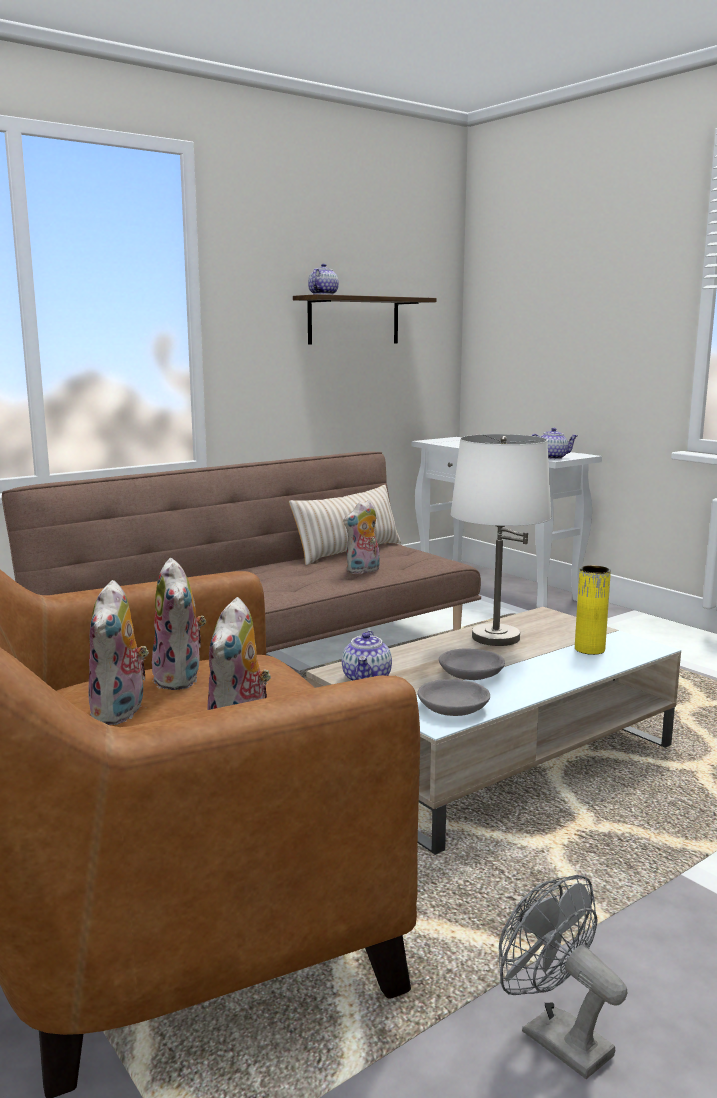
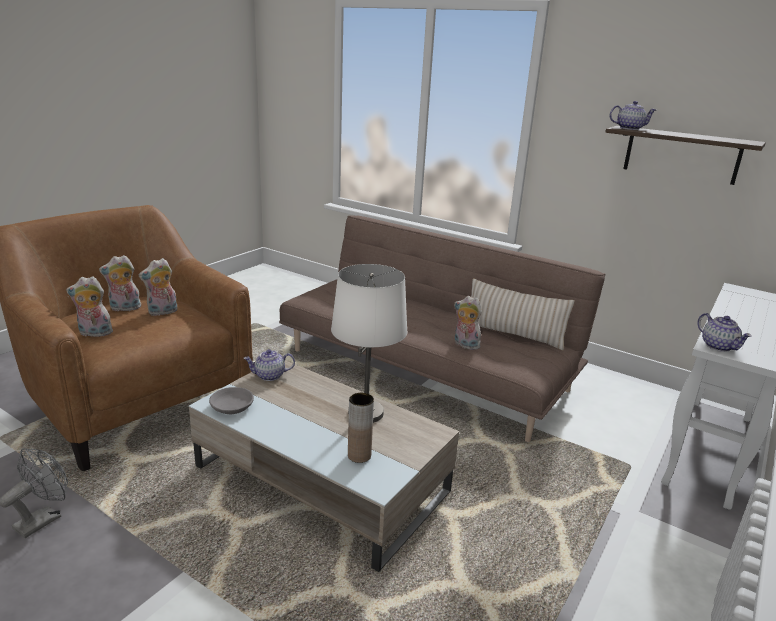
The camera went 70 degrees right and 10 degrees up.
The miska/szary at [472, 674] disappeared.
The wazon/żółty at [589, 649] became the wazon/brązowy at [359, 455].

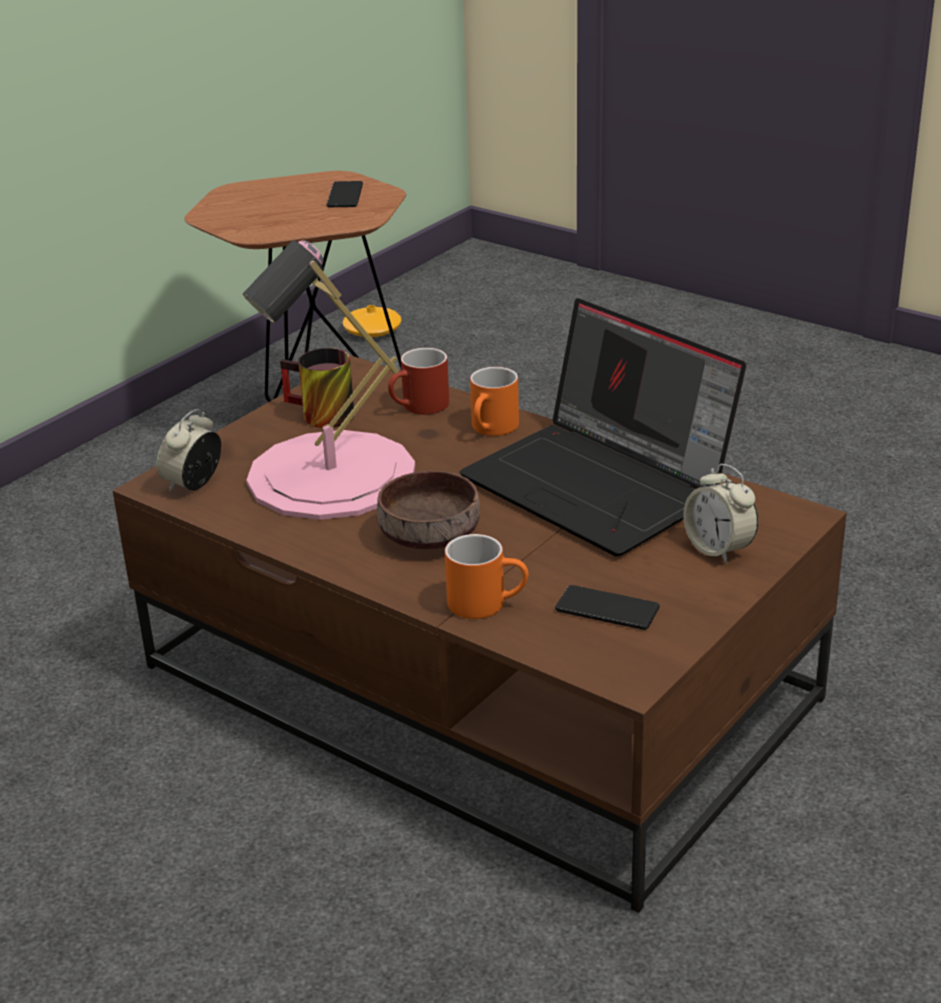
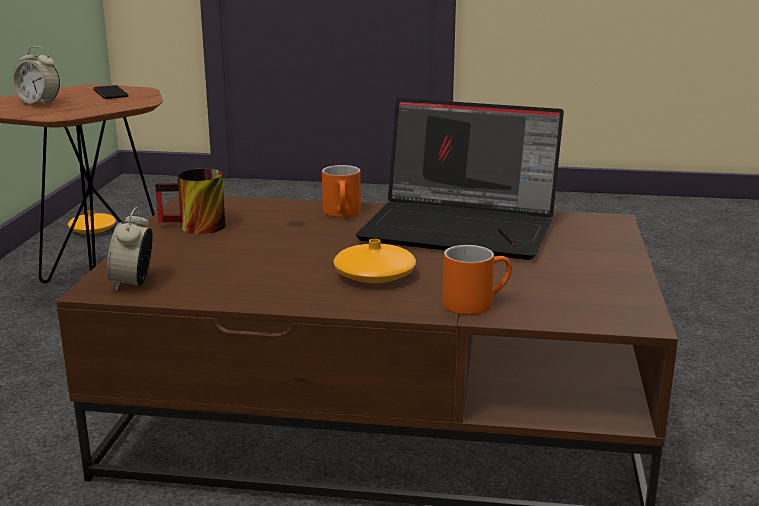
The camera went 30 degrees left and 10 degrees down.
The lampa stołowa/różowy at [331, 475] disappeared.
The miska/brązowy at [428, 534] was replaced by the wazon/pomarańczowy at [374, 275].
The kubek/czerwony at [419, 408] disappeared.
The telefon at [607, 609] disappeared.
The budzik moved from [718, 549] to [39, 103].

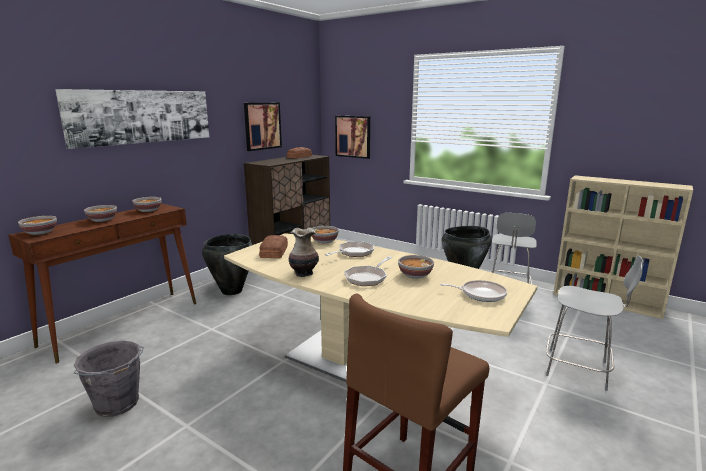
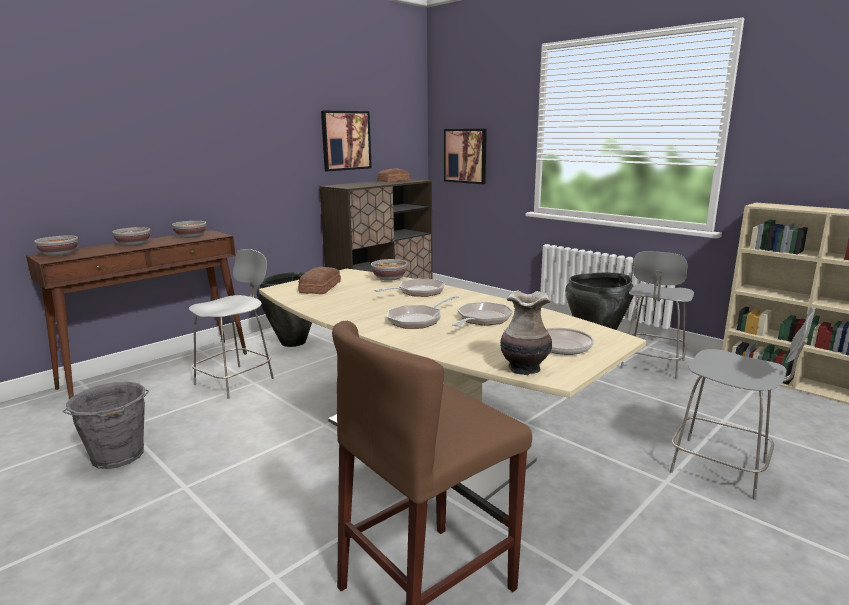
The camera went 10 degrees right and 0 degrees up.
The obraz at [142, 116] disappeared.
The wazon moved from [303, 273] to [523, 368].
The miska at [415, 275] was replaced by the patelnia at [482, 320].
The krzesło/szary at [236, 380] appeared.

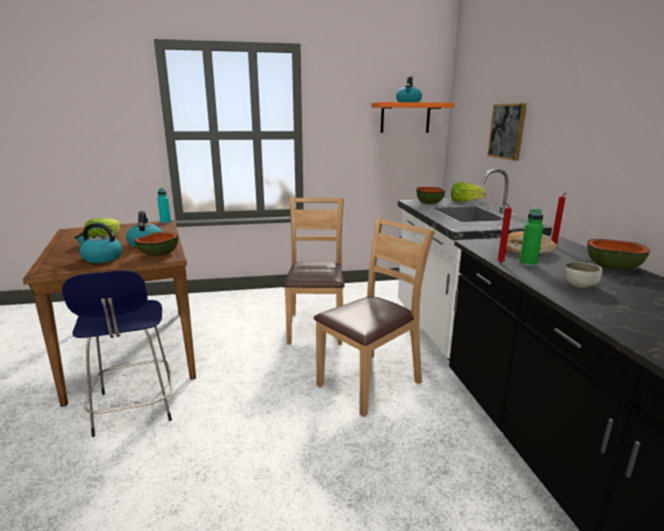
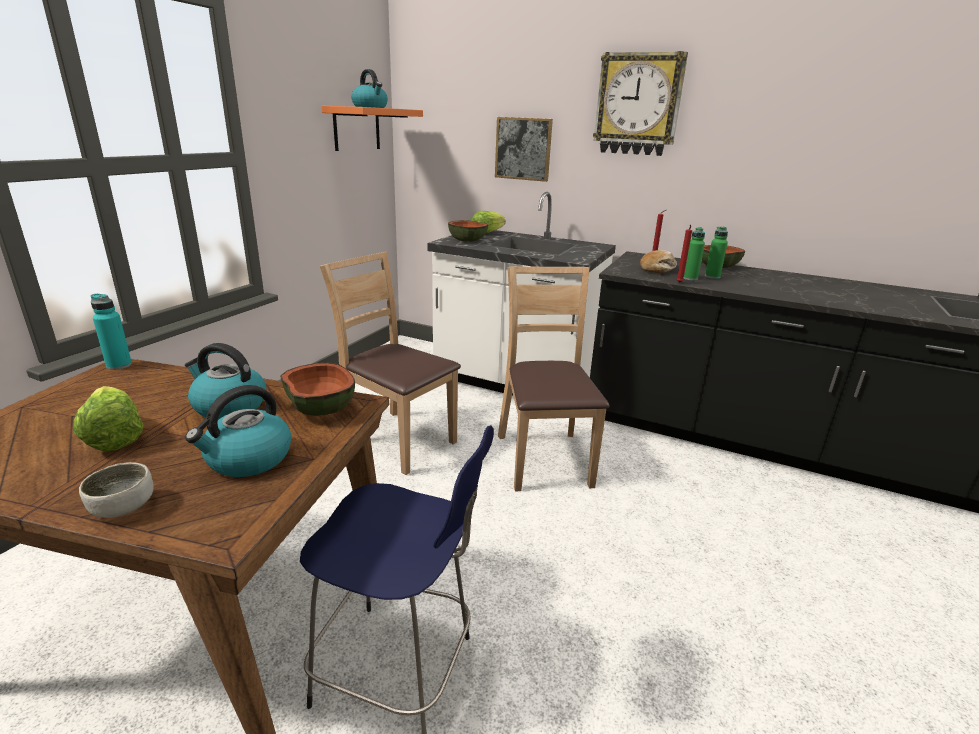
The camera went 55 degrees left and 5 degrees up.
The miska moved from [579, 285] to [123, 507].
The zegar ścienny at [638, 105] appeared.
The butelka/zielony at [712, 276] appeared.

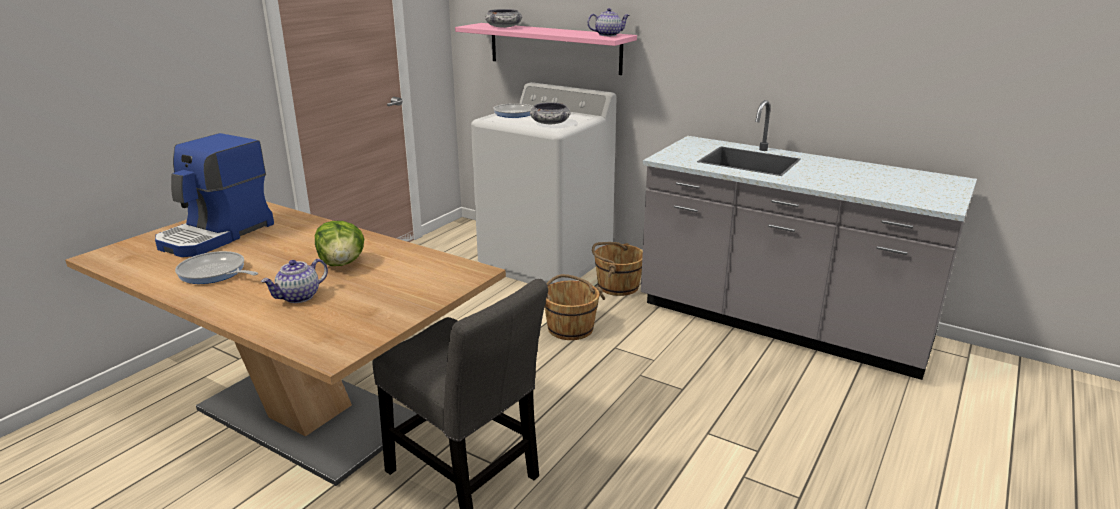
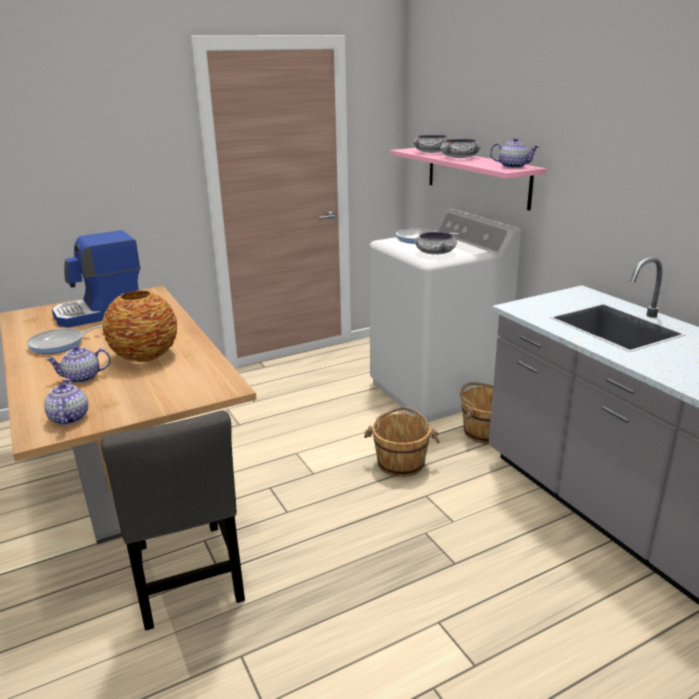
The camera went 30 degrees right and 0 degrees up.
The patelnia at [214, 273] turned 90 degrees counterclockwise.
The sałata at [342, 263] was replaced by the wazon at [146, 356].
The imbryk at [68, 418] appeared.
The miska at [459, 157] appeared.

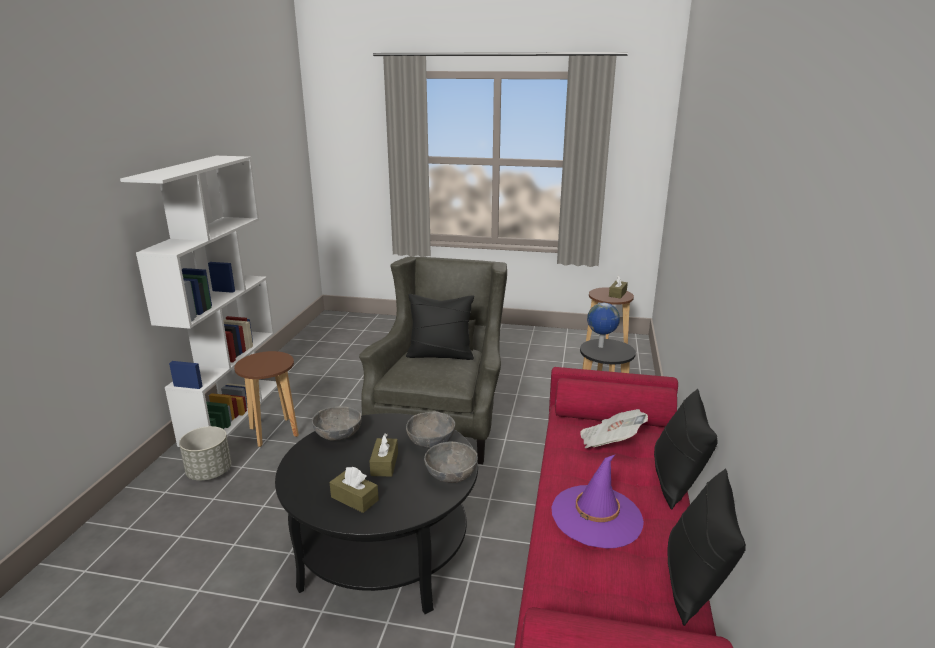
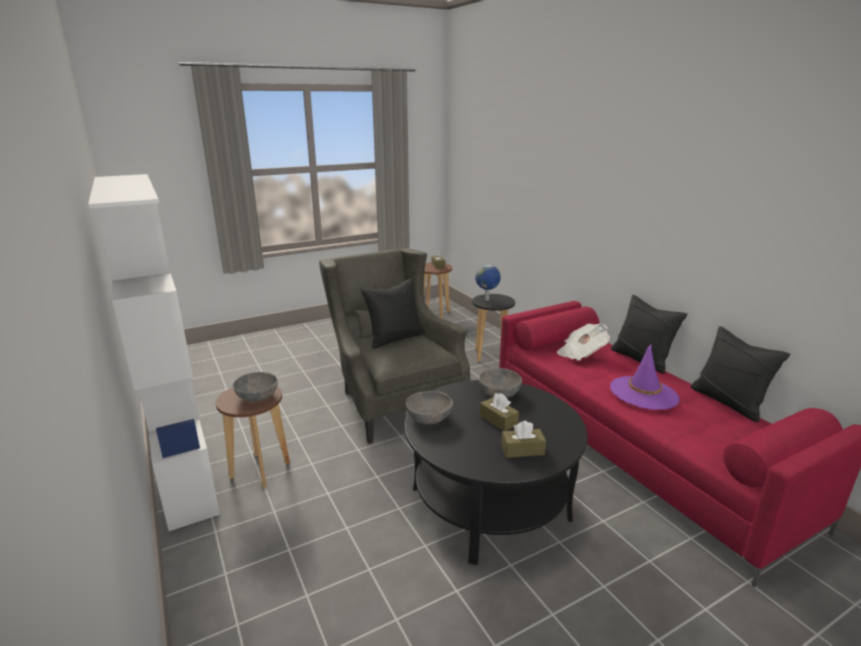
The camera went 40 degrees left and 0 degrees up.
The donica/szary at [209, 472] disappeared.
The miska/szary moved from [451, 475] to [257, 397].

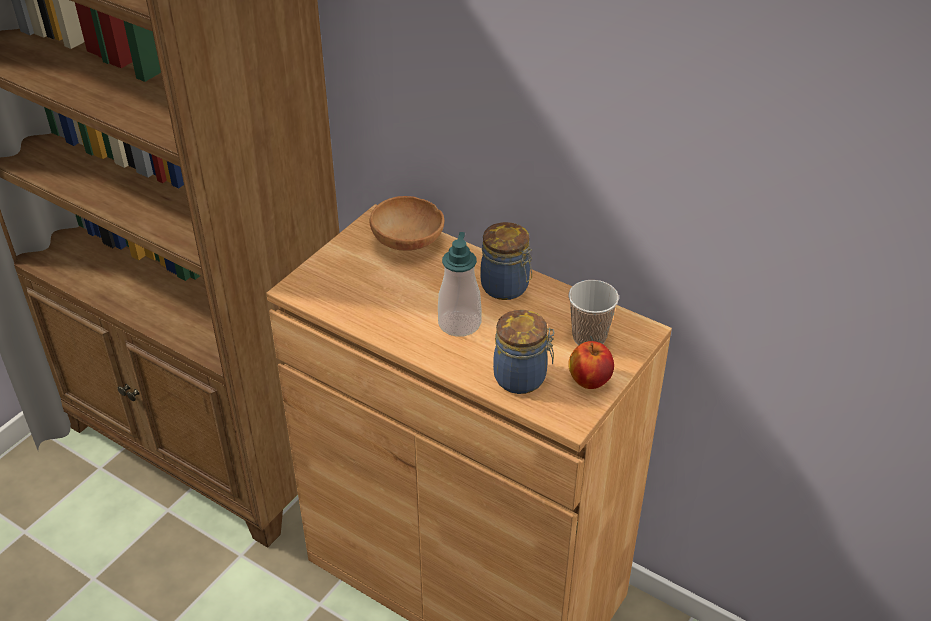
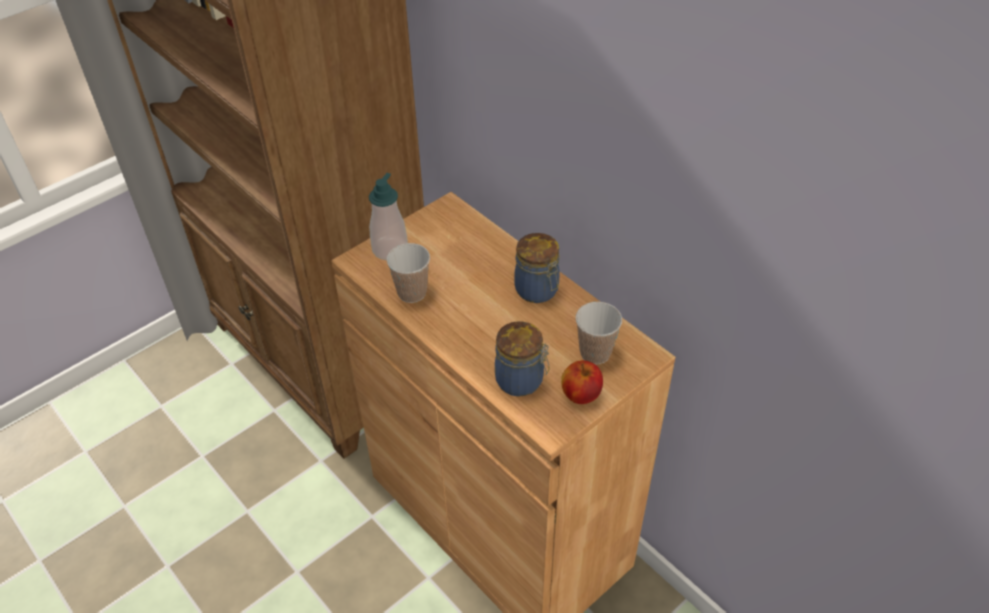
The camera went 15 degrees right and 5 degrees up.
The miska/brązowy at [409, 243] disappeared.
The dozownik mydła moved from [459, 323] to [390, 249].
The filiżanka at [412, 293] appeared.

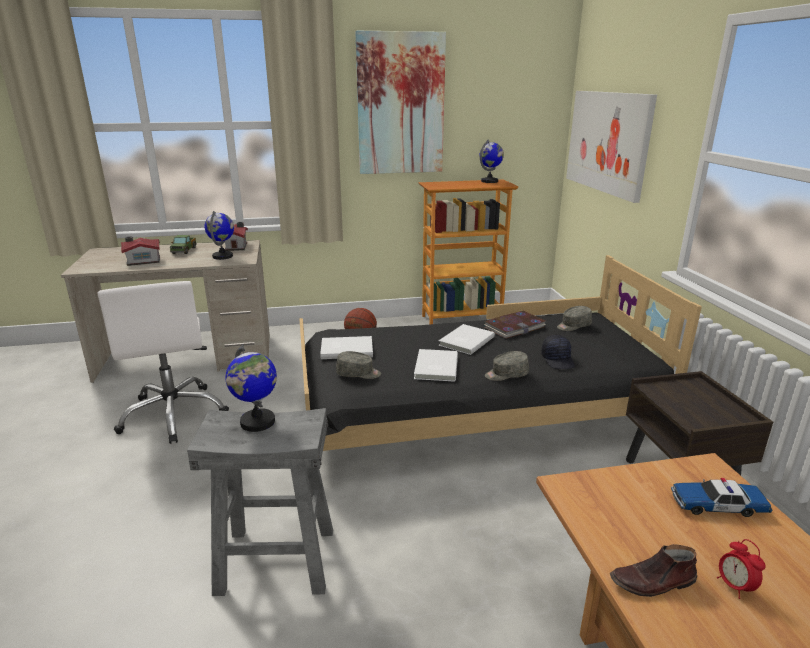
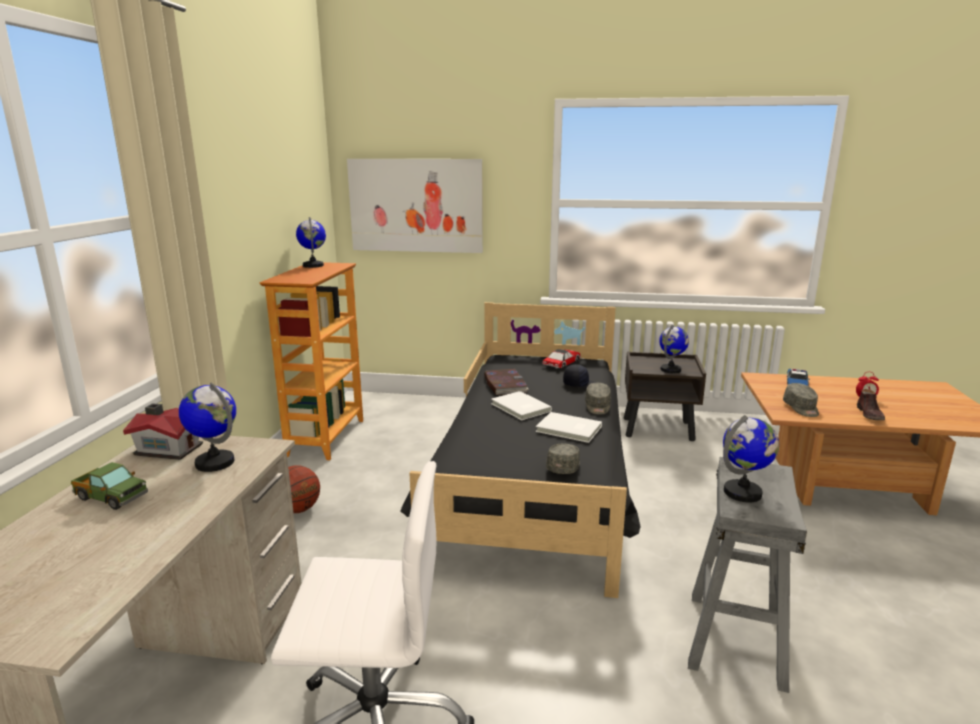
The camera went 70 degrees left and 5 degrees down.
The domek at [142, 261] disappeared.
The książka/biały at [346, 349] disappeared.
The obraz at [400, 105] disappeared.
The czapka z daszkiem/szary moved from [573, 326] to [801, 408].
The samochodzik at [562, 363] appeared.
The globus at [671, 370] appeared.

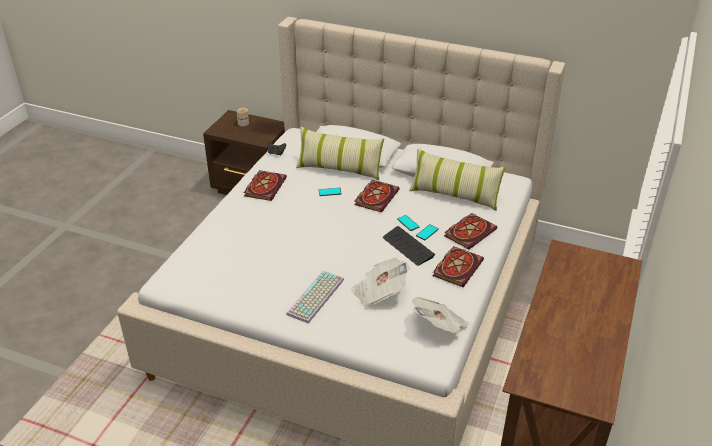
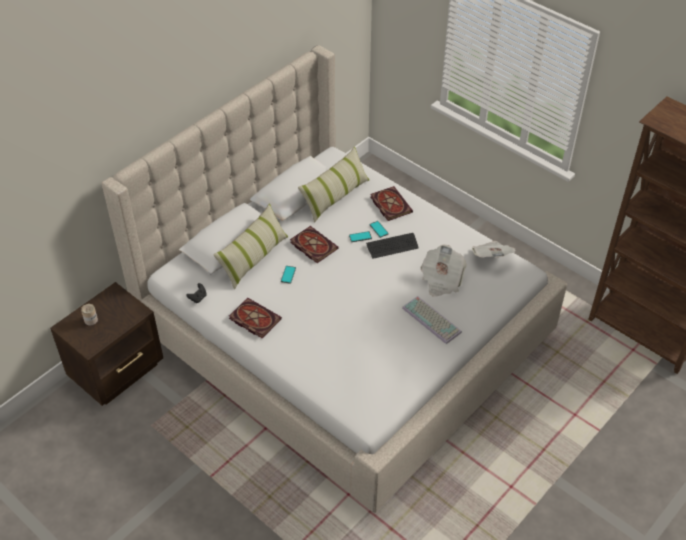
The camera went 70 degrees left and 10 degrees up.
The książka at [457, 267] disappeared.

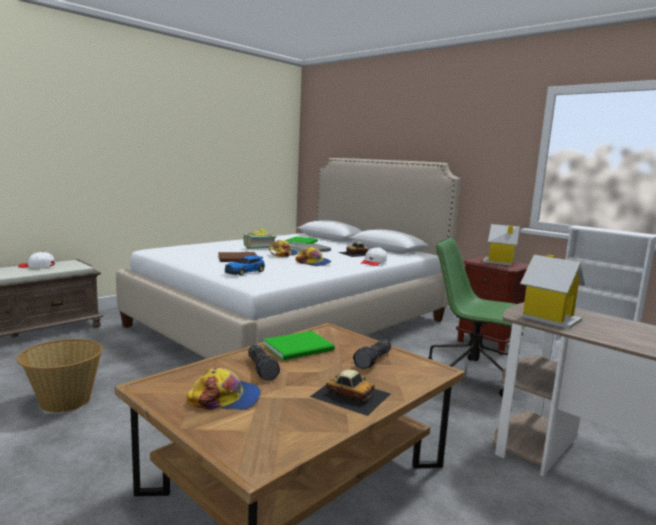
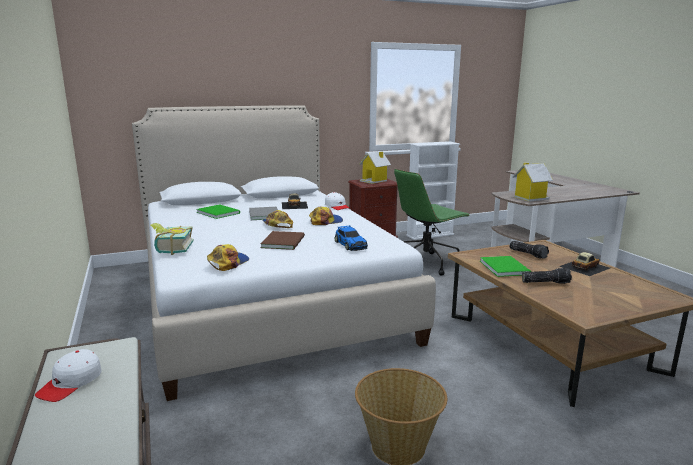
The camera went 65 degrees left and 5 degrees up.
The czapka z daszkiem moved from [225, 398] to [228, 263].
The książka moved from [258, 247] to [170, 249].

